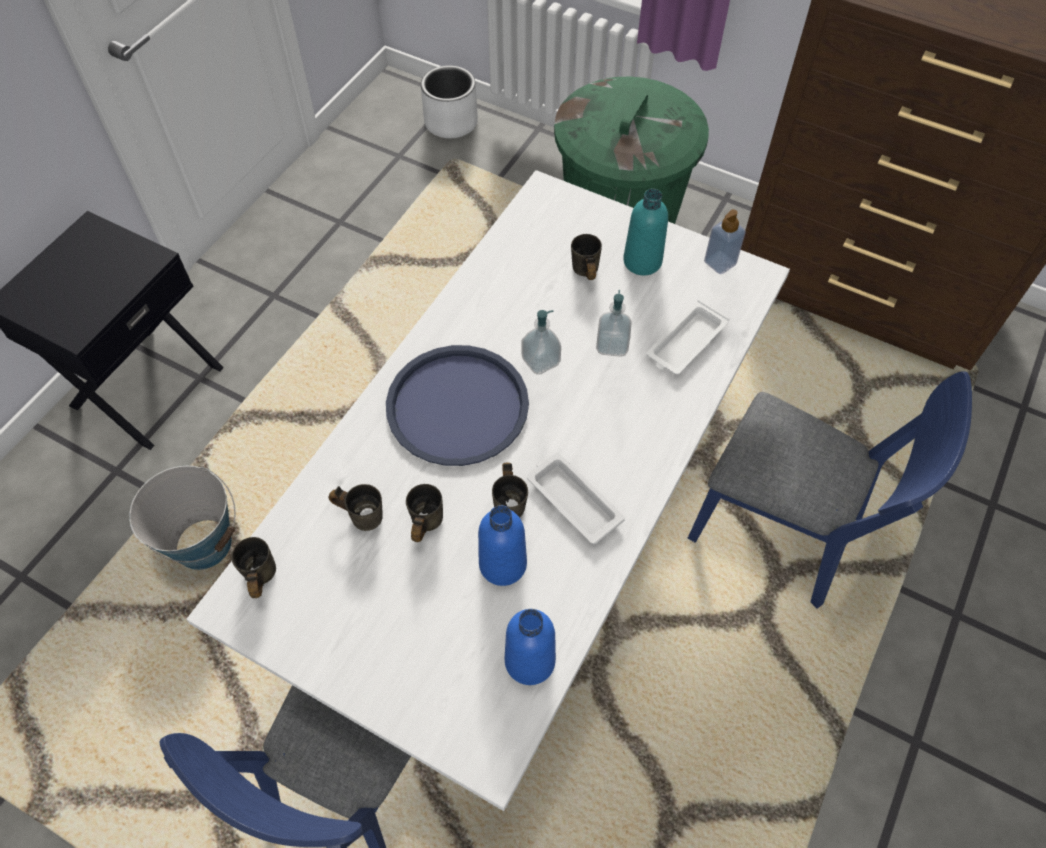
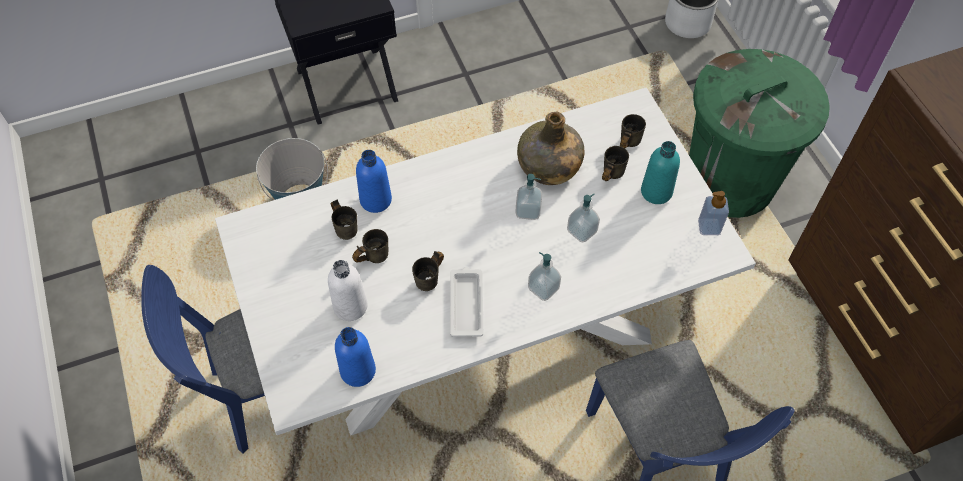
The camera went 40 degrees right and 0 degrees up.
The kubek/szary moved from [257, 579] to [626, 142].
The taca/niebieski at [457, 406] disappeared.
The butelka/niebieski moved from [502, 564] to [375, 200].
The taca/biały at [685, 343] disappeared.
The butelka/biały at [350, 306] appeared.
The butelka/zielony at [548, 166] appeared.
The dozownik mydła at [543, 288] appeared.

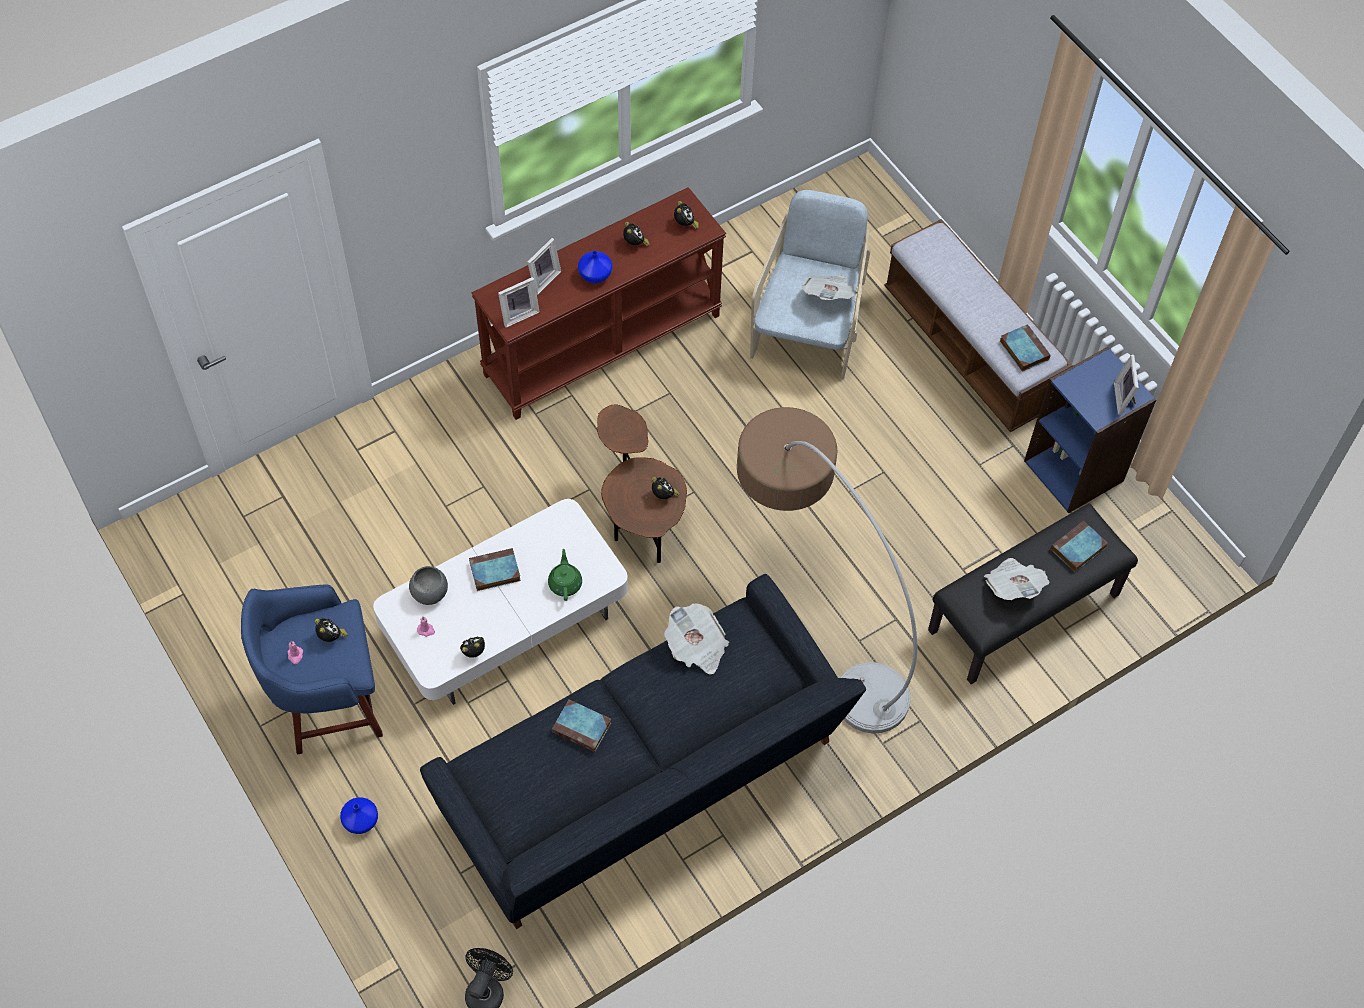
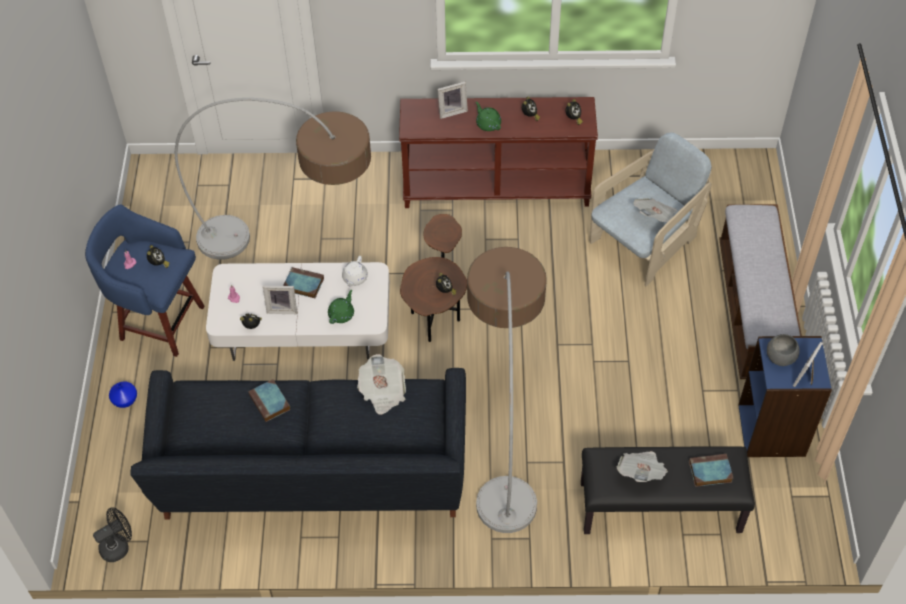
The camera went 35 degrees right and 5 degrees down.
The miska/szary moved from [429, 593] to [780, 357].
The ramka na zdjęcie moved from [518, 314] to [282, 308].
The wazon/niebieski at [595, 275] was replaced by the imbryk/zielony at [488, 124].
The książka at [1023, 349] disappeared.
The lampa stojąca at [295, 246] appeared.
The imbryk/biały at [354, 278] appeared.

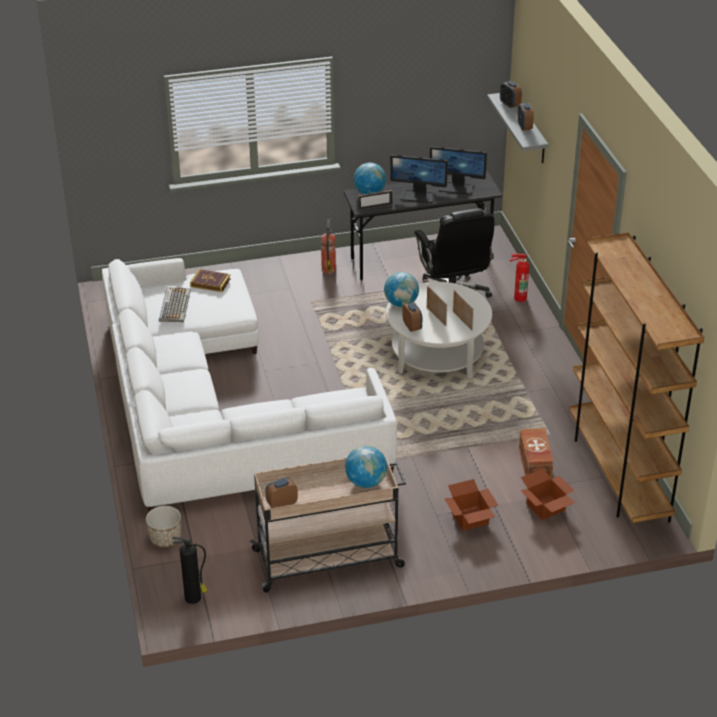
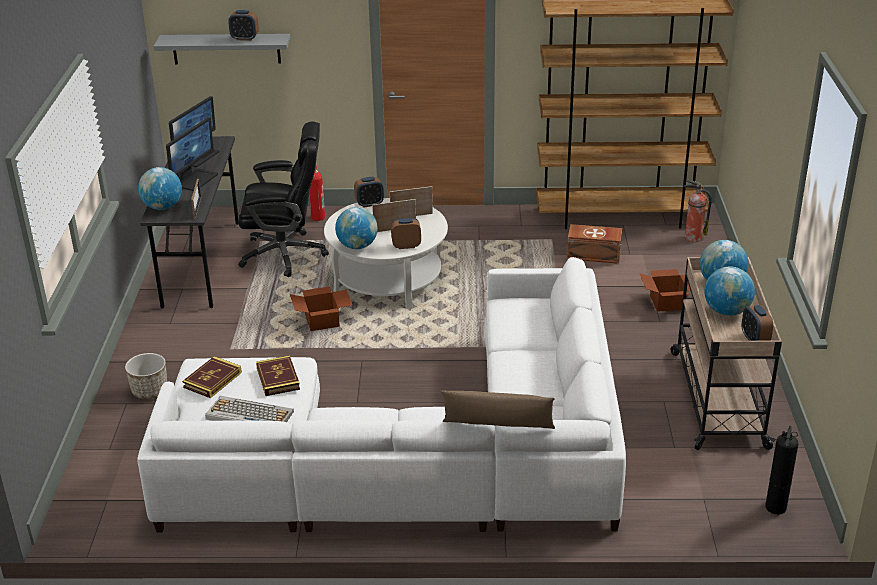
The camera went 75 degrees left and 5 degrees down.
The donica moved from [165, 538] to [150, 391].
The gaśnica moved from [328, 269] to [692, 237].
The budzik moved from [509, 104] to [369, 204].
The karton moved from [545, 508] to [323, 321].
The książka at [278, 378] appeared.
The poduszka/brązowy at [497, 431] appeared.
The globus at [726, 311] appeared.

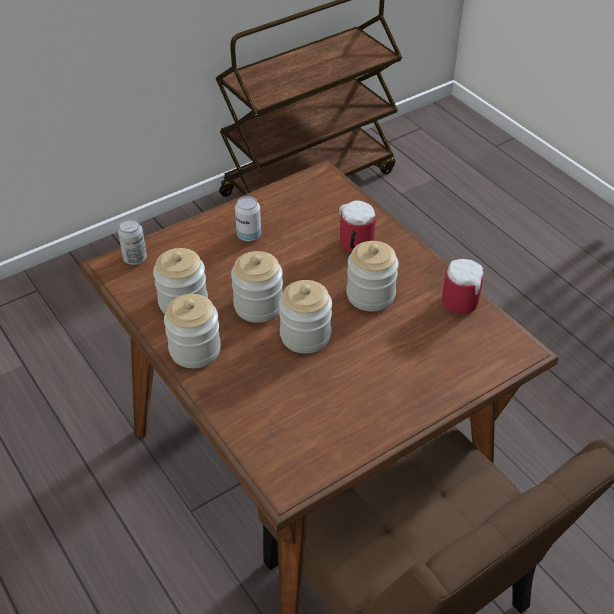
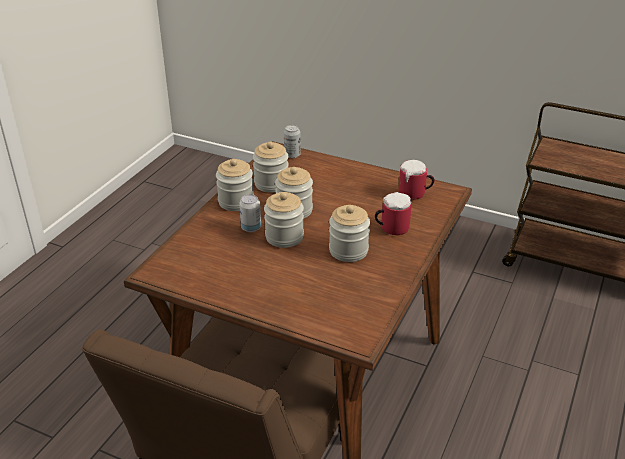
The camera went 60 degrees right and 10 degrees down.
The puszka moved from [249, 235] to [251, 228].
The kubek moved from [464, 300] to [415, 194].

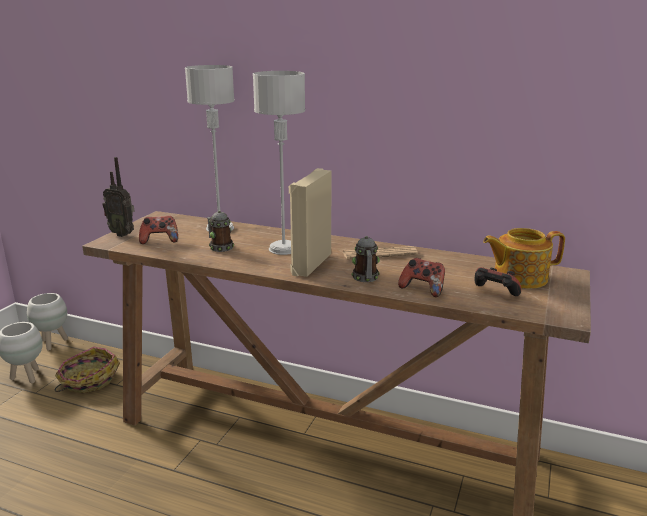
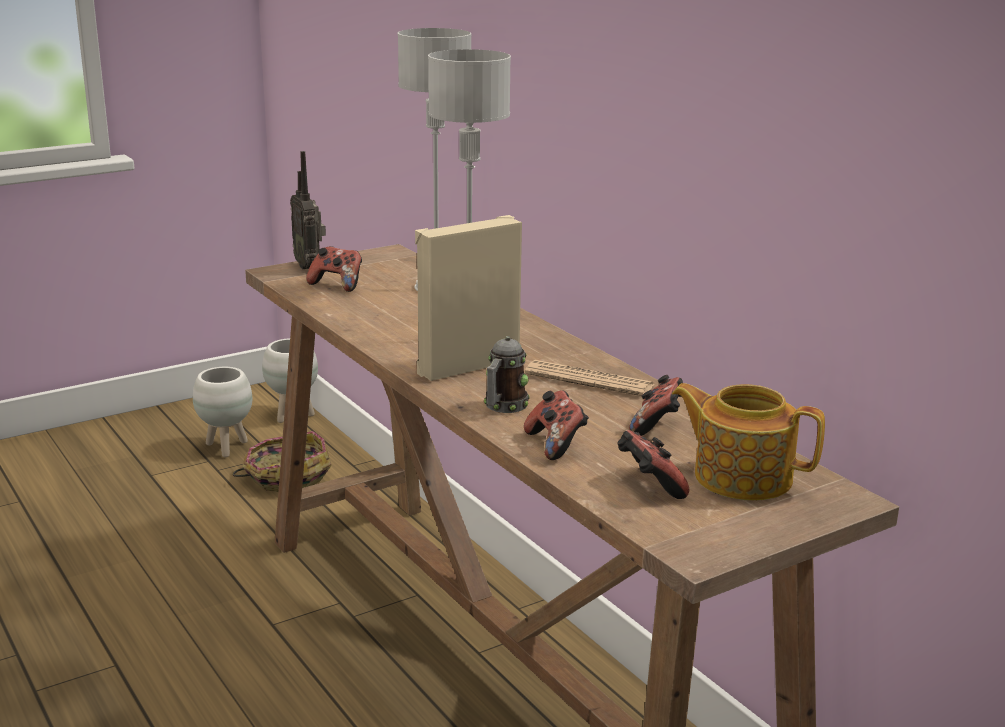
The camera went 35 degrees right and 0 degrees up.
The kubek at [219, 247] disappeared.
The pad do gier at [658, 426] appeared.

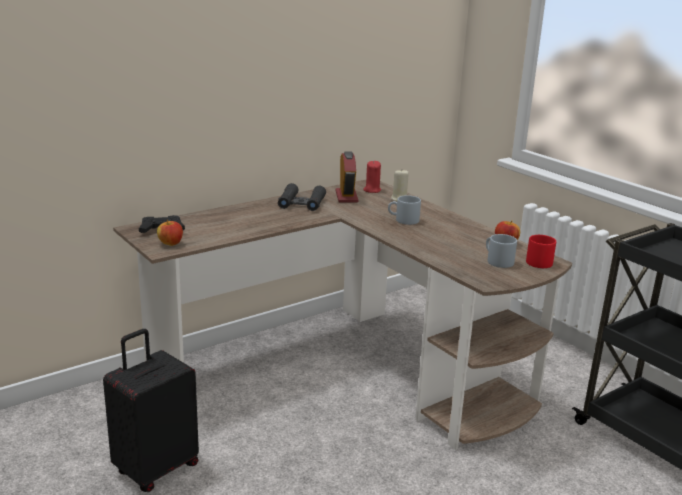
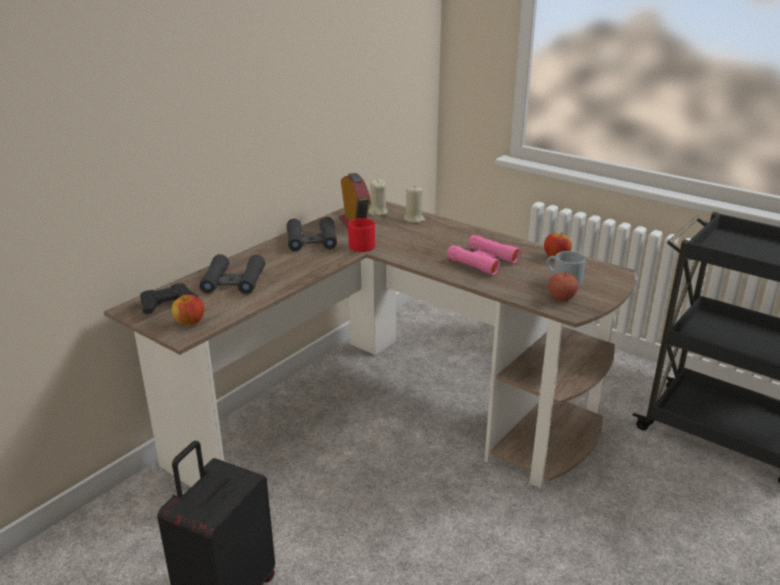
The camera went 15 degrees left and 5 degrees up.
The świeca/czerwony at [372, 190] became the świeca/beżowy at [377, 212].
The kubek/szary at [403, 220] disappeared.
The kubek/czerwony moved from [539, 261] to [362, 244].
The lornetka/czarny at [233, 281] appeared.
The lornetka/różowy at [482, 261] appeared.
The jabłko at [561, 298] appeared.

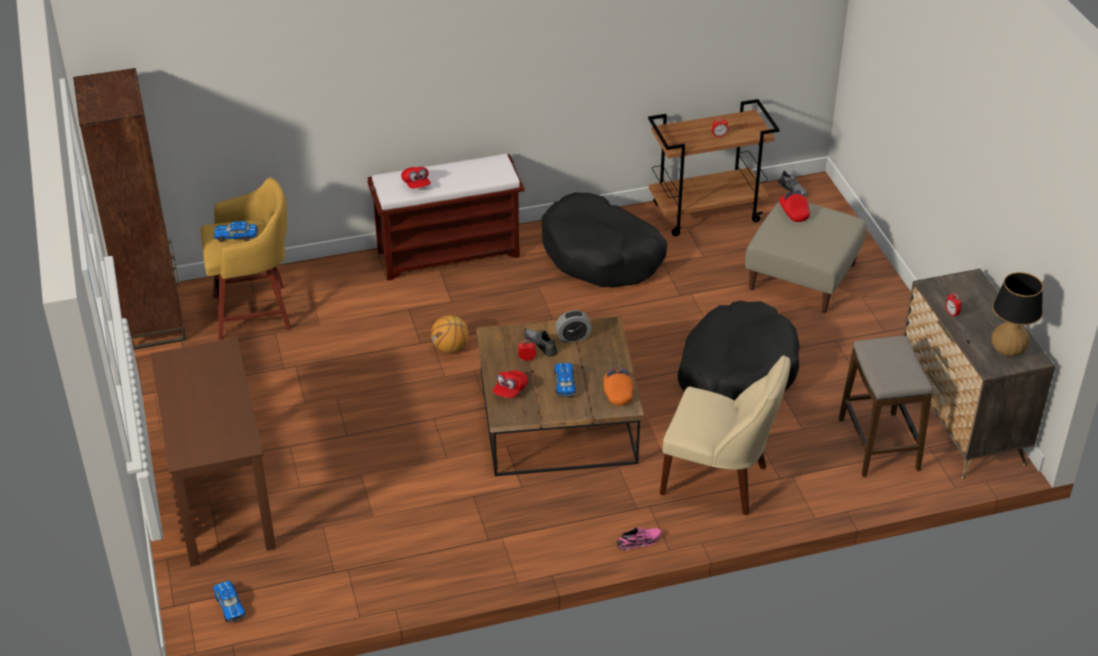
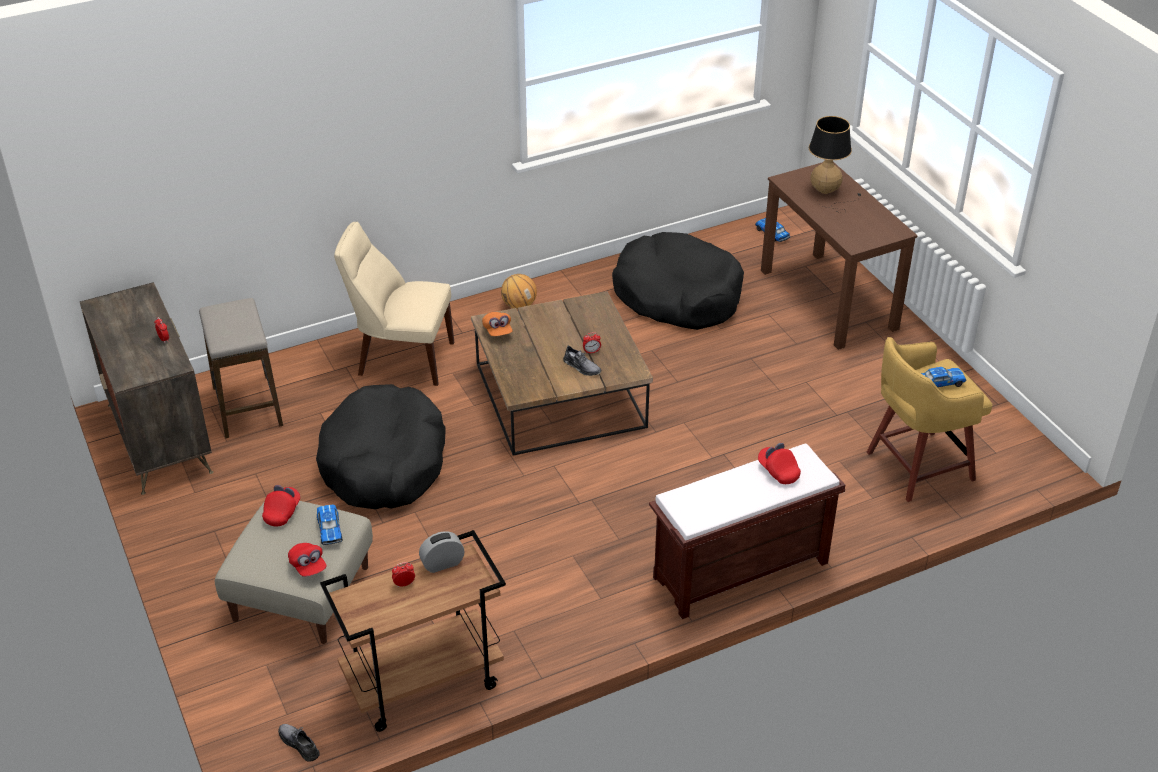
The camera went 170 degrees right and 0 degrees up.
The regał/brązowy at [153, 319] disappeared.
The piłka do koszykówki moved from [450, 348] to [519, 305].
The czapka z daszkiem/czerwony moved from [510, 391] to [282, 512].
The legowisko/czarny moved from [602, 255] to [677, 295].
The samochodzik moved from [564, 384] to [329, 529].
The budzik moved from [573, 337] to [442, 564].
The but/różowy at [639, 541] disappeared.
The lampa stołowa moved from [1004, 348] to [828, 193].

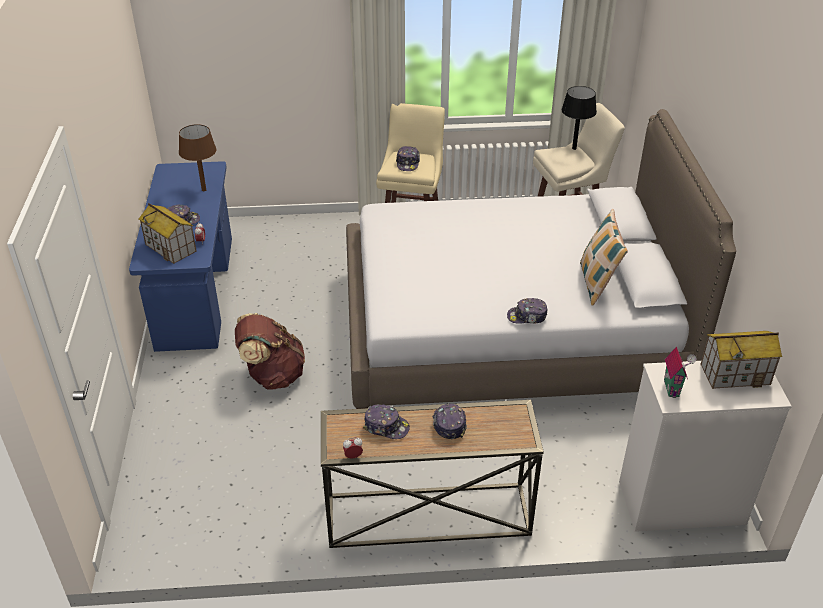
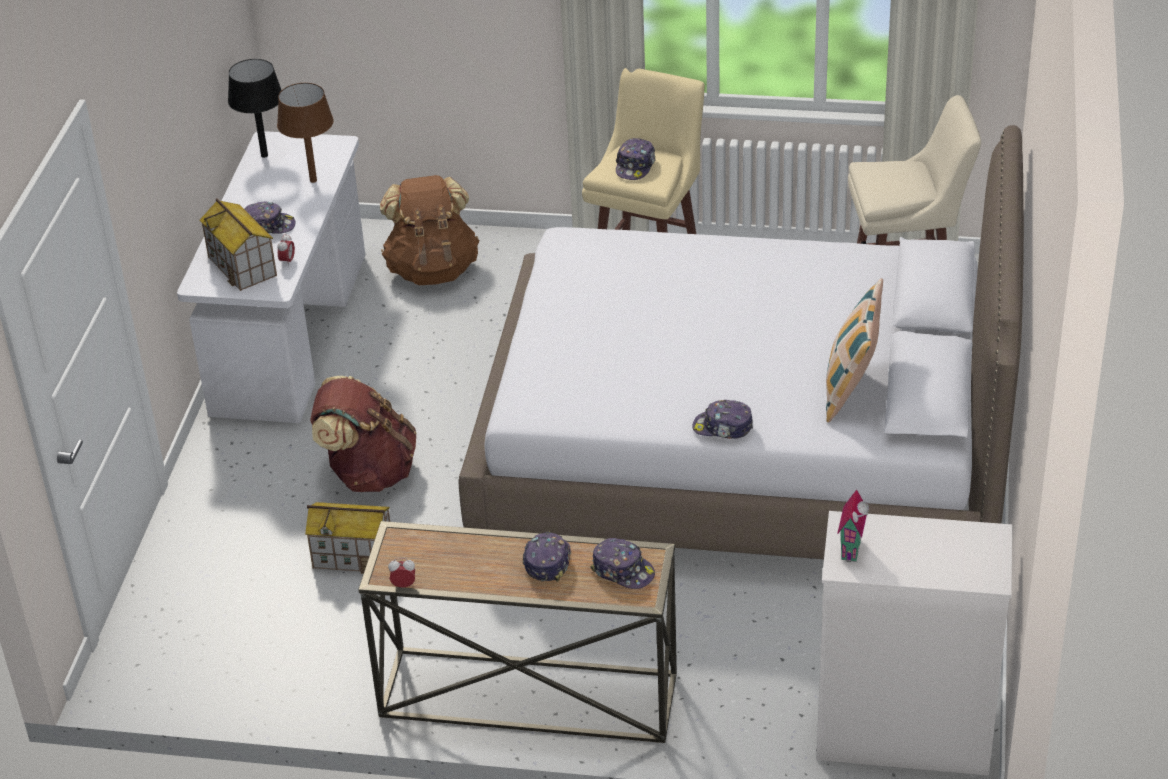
The camera went 15 degrees right and 0 degrees up.
The biurko/niebieski at [195, 292] became the biurko/biały at [290, 334].
The czapka z daszkiem moved from [386, 426] to [623, 570].
The lampa stołowa/czarny moved from [574, 148] to [264, 155].
The domek moved from [735, 374] to [353, 555].
The plecak/brązowy at [432, 269] appeared.

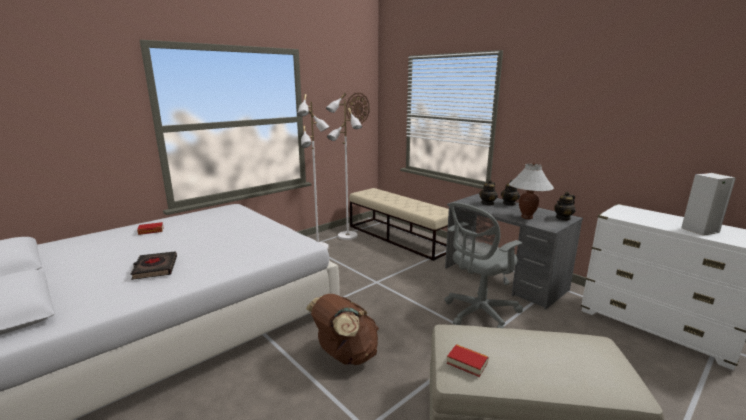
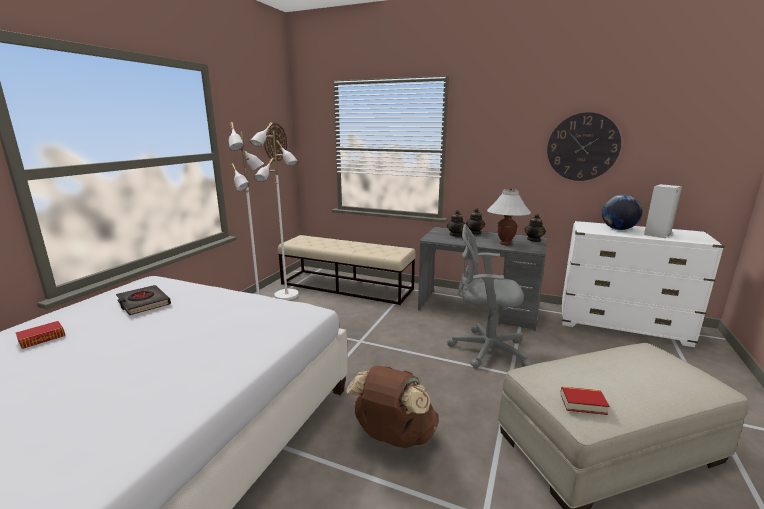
The camera went 25 degrees left and 0 degrees up.
The książka/czarny moved from [155, 268] to [143, 303].
The krzesło biurowe/szary at [478, 313] turned 75 degrees clockwise.
The zegar ścienny at [582, 147] appeared.
The globus at [618, 229] appeared.

